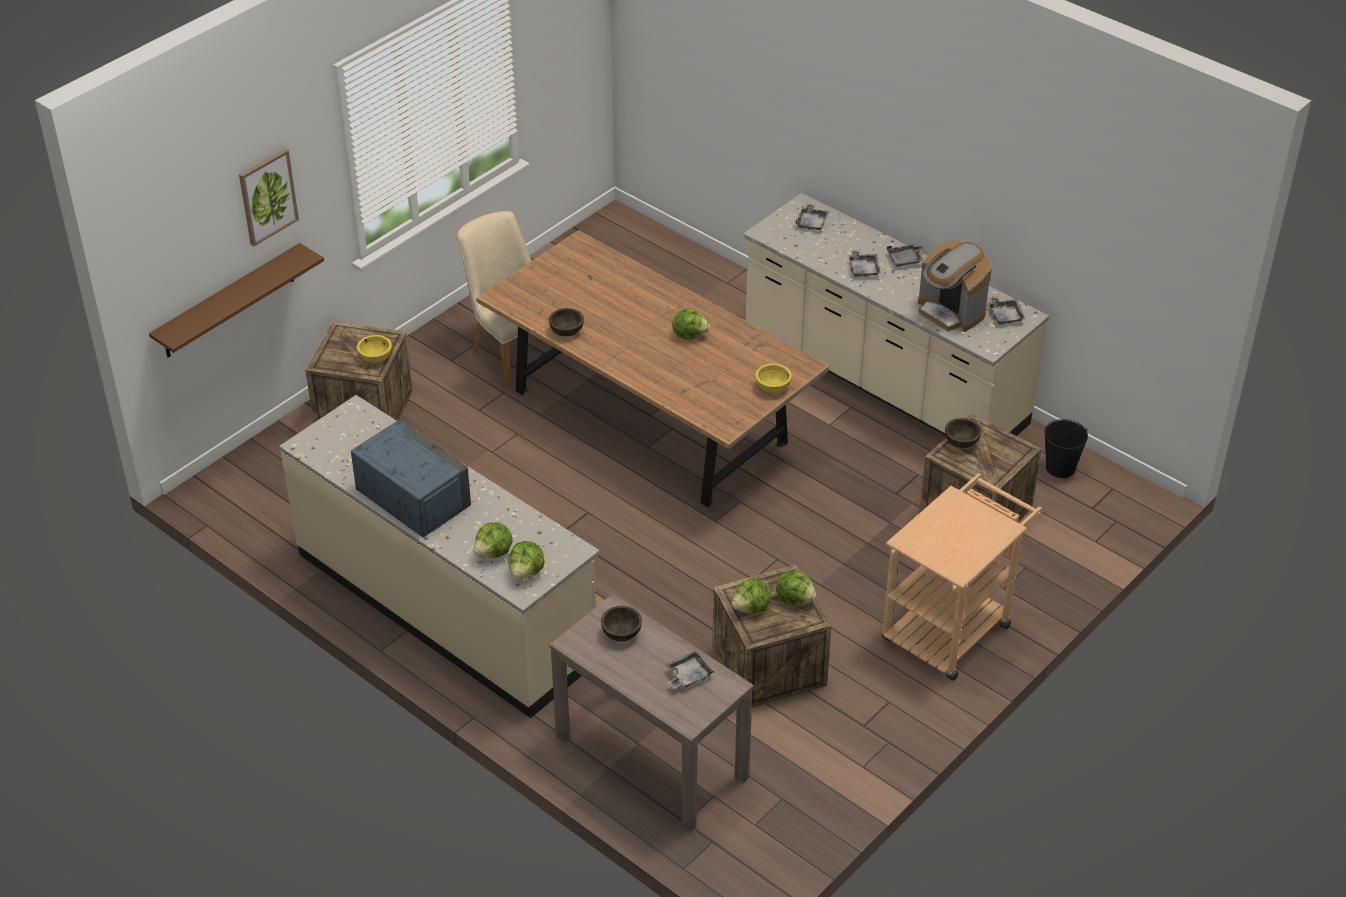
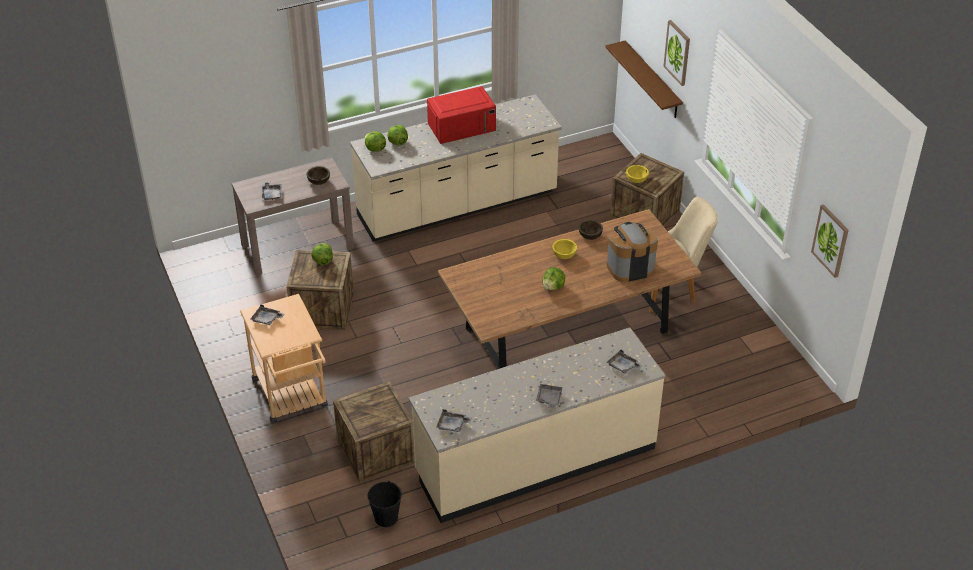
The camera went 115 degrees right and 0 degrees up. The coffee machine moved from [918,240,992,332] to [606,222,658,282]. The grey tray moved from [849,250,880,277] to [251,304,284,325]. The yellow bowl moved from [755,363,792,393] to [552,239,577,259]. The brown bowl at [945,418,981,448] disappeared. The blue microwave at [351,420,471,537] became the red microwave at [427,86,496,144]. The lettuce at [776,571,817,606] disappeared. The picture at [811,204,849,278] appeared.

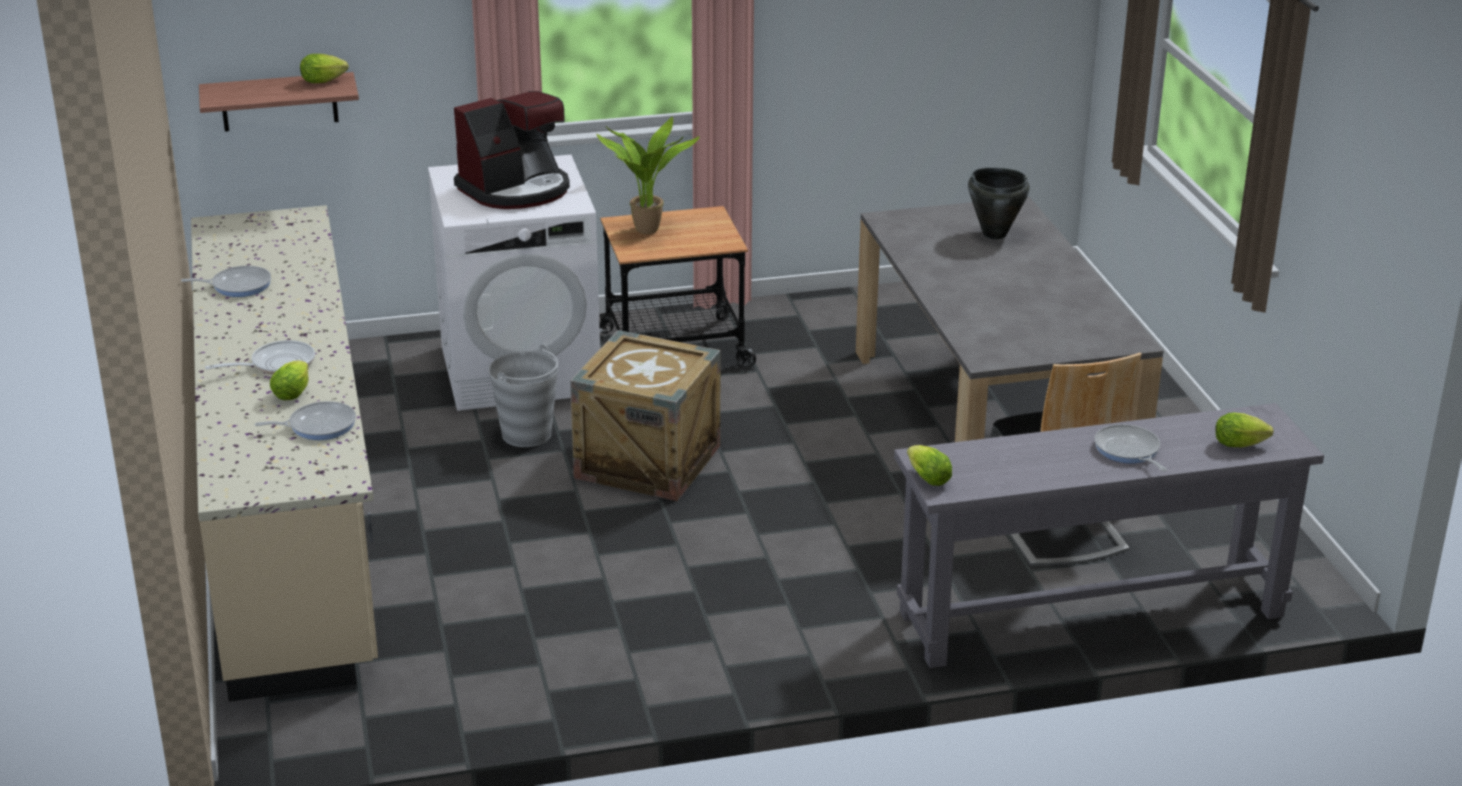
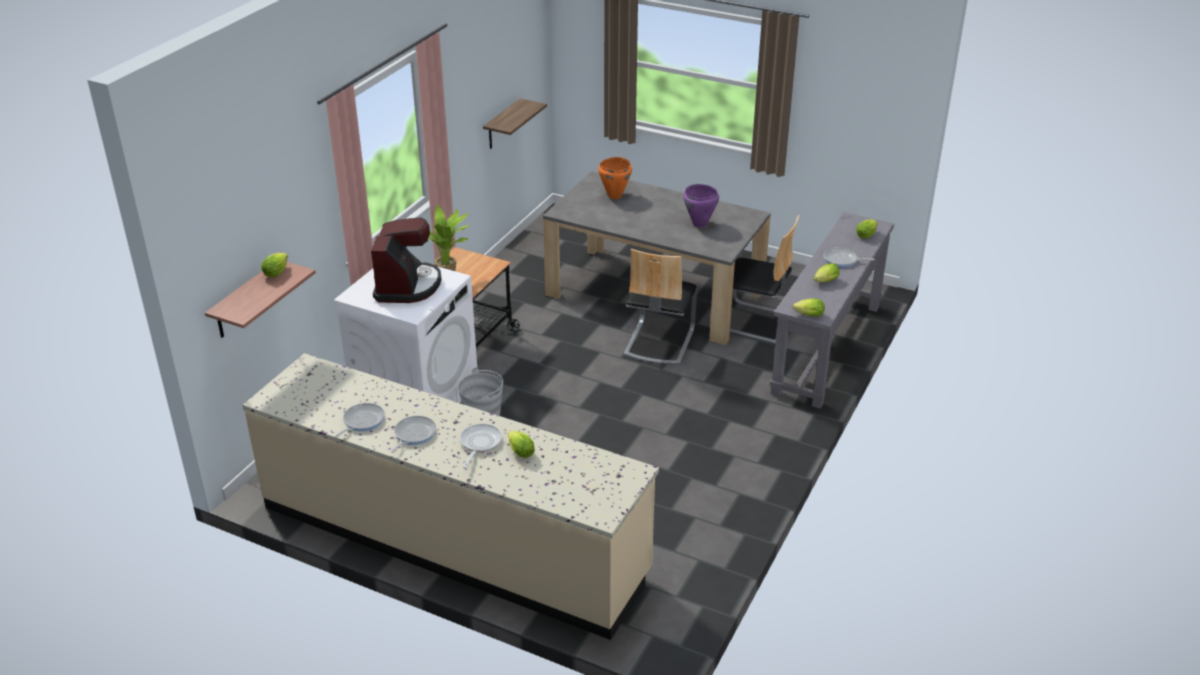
The camera went 50 degrees left and 5 degrees up. The black cooking pot at [968,168,1030,239] became the orange cooking pot at [598,157,632,199]. The crate at [570,330,720,501] disappeared. The frying pan moved from [255,401,356,440] to [391,416,436,453]. The shelf at [483,98,547,149] appeared. The purple cooking pot at [683,184,719,227] appeared. The chair at [624,249,697,364] appeared. The lettuce at [814,263,840,282] appeared.

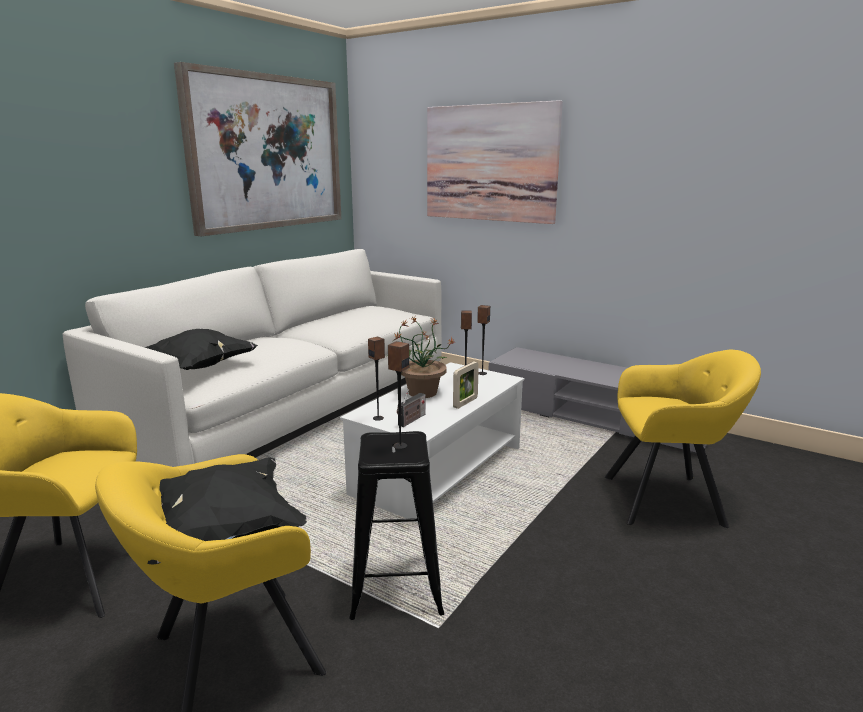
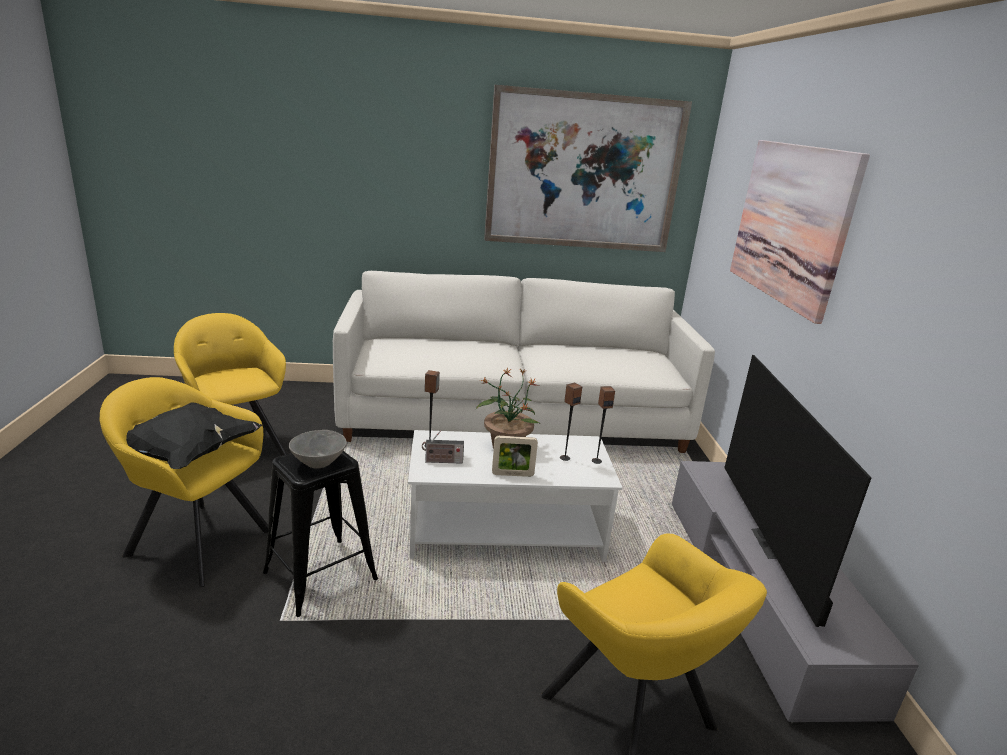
The camera went 50 degrees right and 5 degrees up. The black pillow at [144,329,258,370] disappeared. The speaker at [388,341,409,449] was replaced by the grey bowl at [289,430,347,468]. The television at [724,355,872,627] appeared.

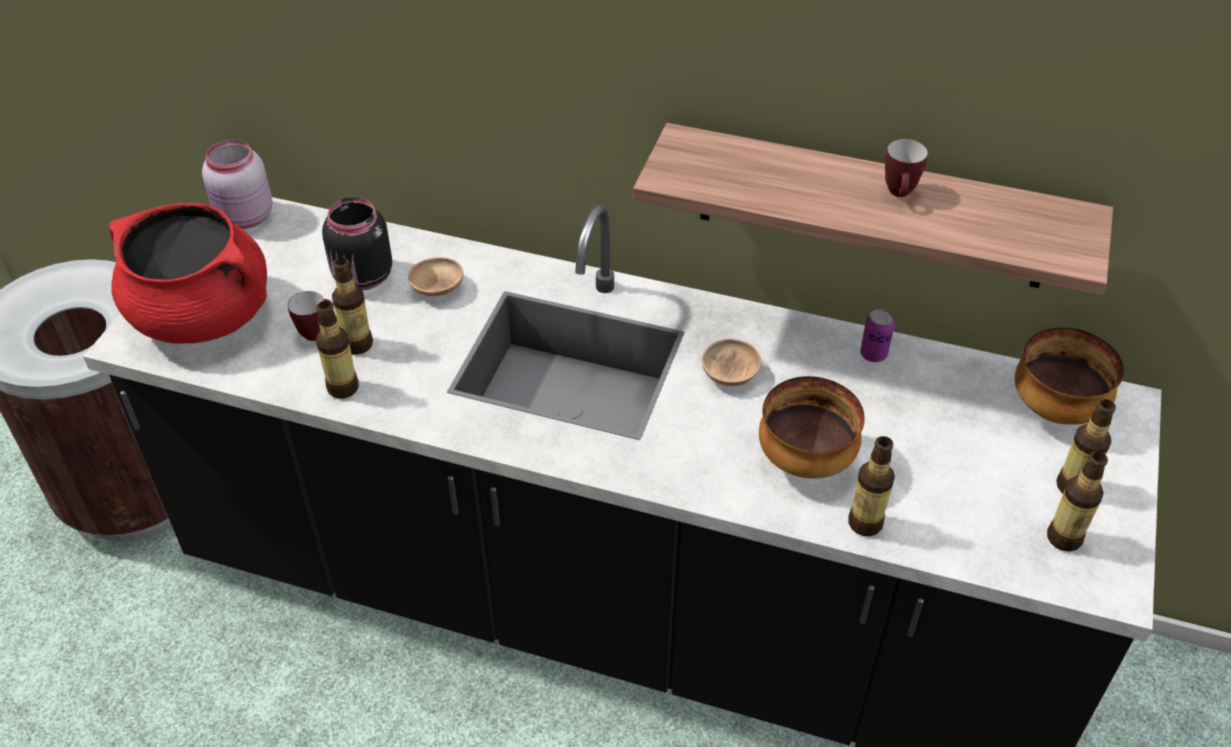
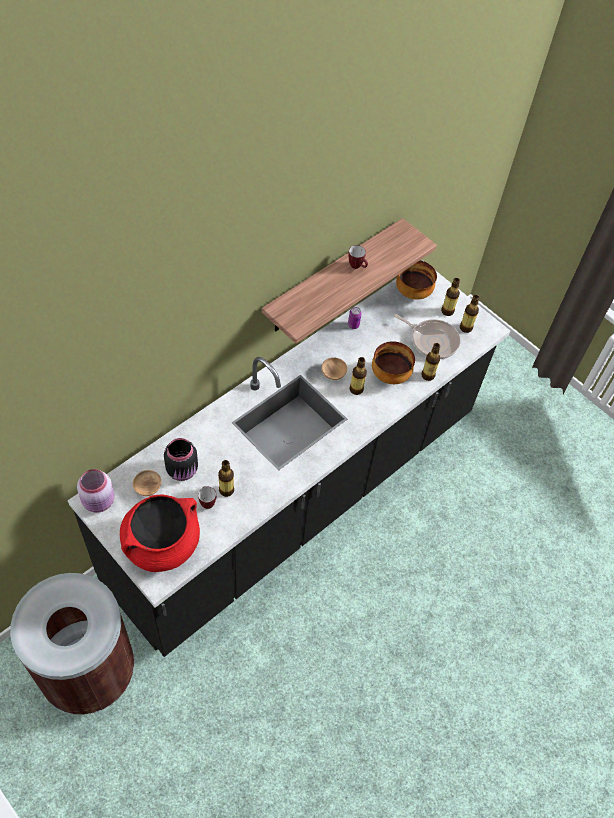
The camera went 65 degrees left and 10 degrees up. The brown bowl moved from [408,257,464,296] to [133,470,161,496]. The bottle moved from [316,301,359,399] to [350,357,367,395]. The frying pan at [394,314,461,359] appeared.

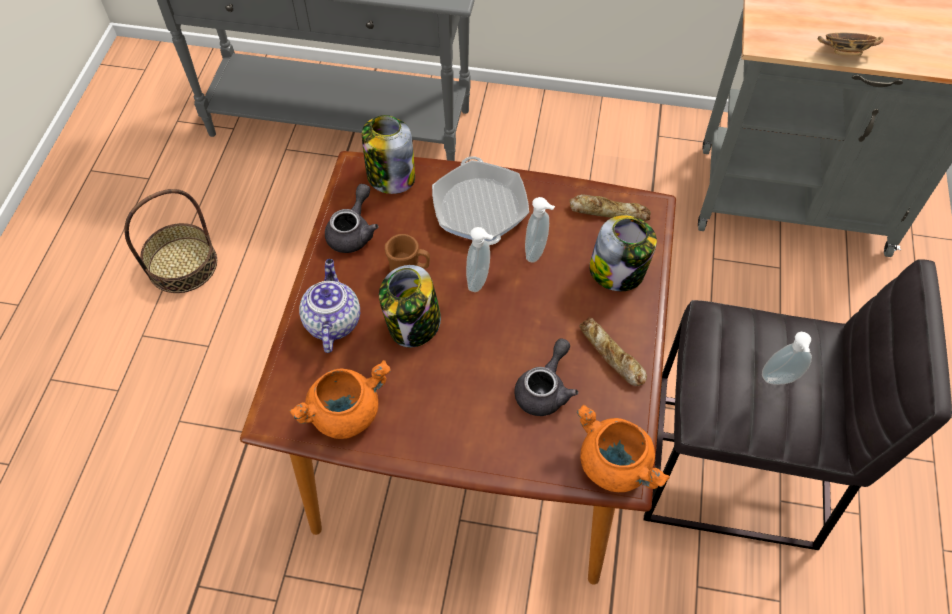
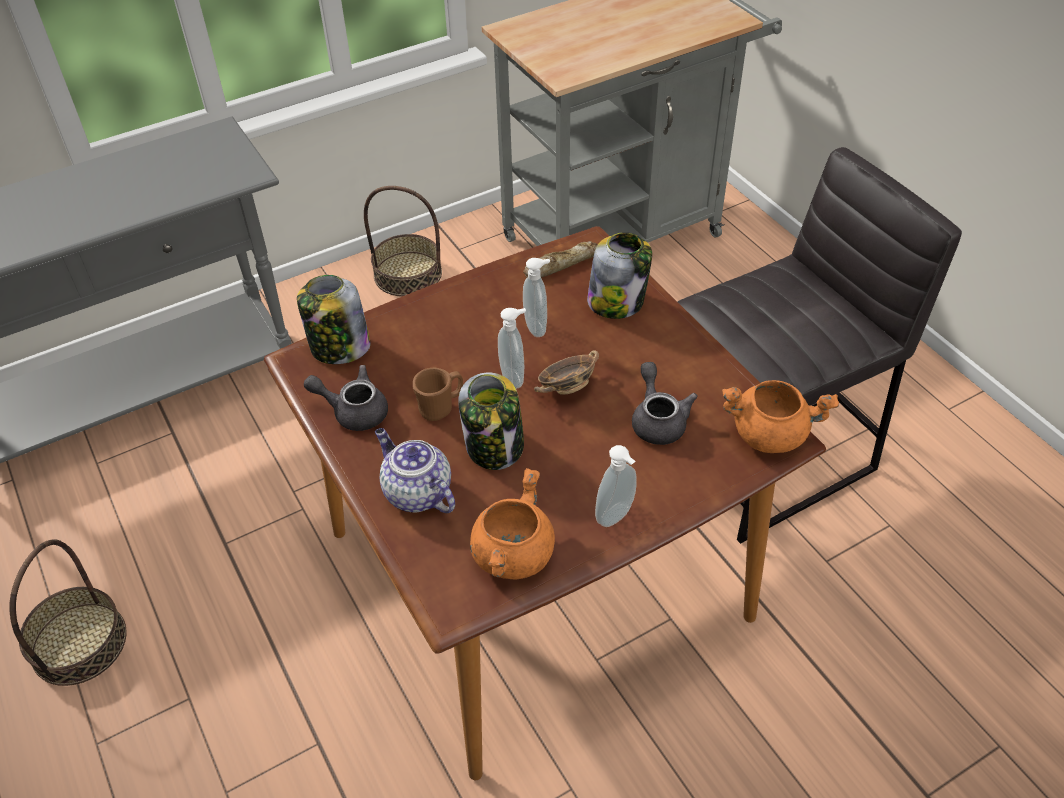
The camera went 40 degrees left and 10 degrees down. The bowl moved from [818,33,884,56] to [534,350,599,395]. The frying pan at [432,157,529,245] disappeared. The grey teapot at [325,184,379,253] turned 60 degrees counterclockwise. The bread at [579,317,647,386] disappeared. The soap dispenser moved from [762,332,812,385] to [595,445,637,527]. The basket at [364,186,442,297] appeared.

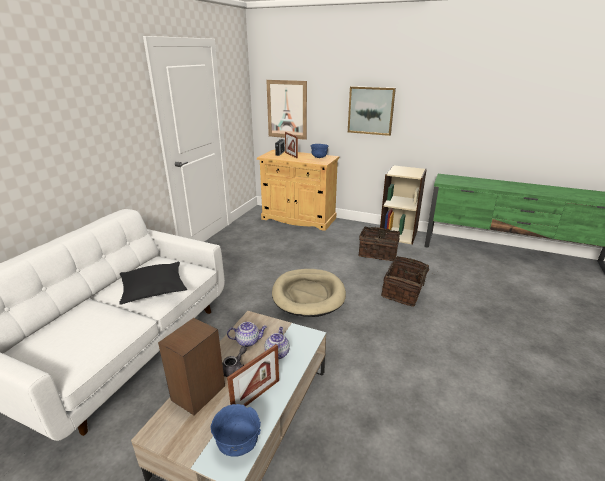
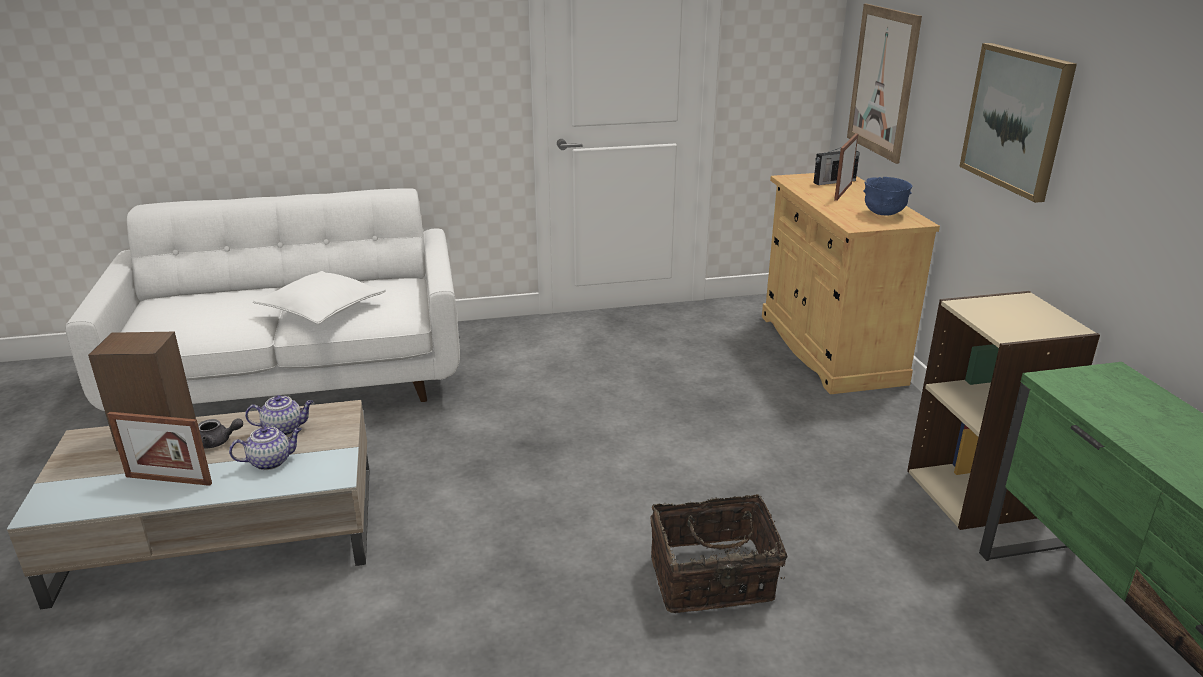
The camera went 55 degrees right and 0 degrees up. The basket at [358,227,400,261] disappeared. The black pillow at [119,262,187,305] became the white pillow at [253,271,386,324]. The beige dog bed at [272,269,346,317] disappeared. The teapot at [227,322,267,347] turned 60 degrees counterclockwise. The blue bowl at [211,404,261,457] disappeared.

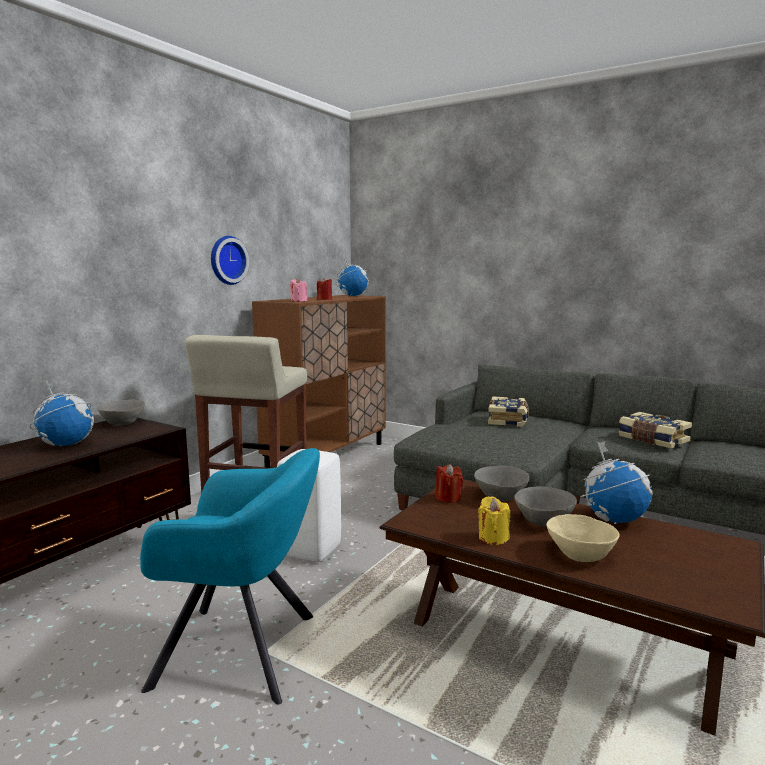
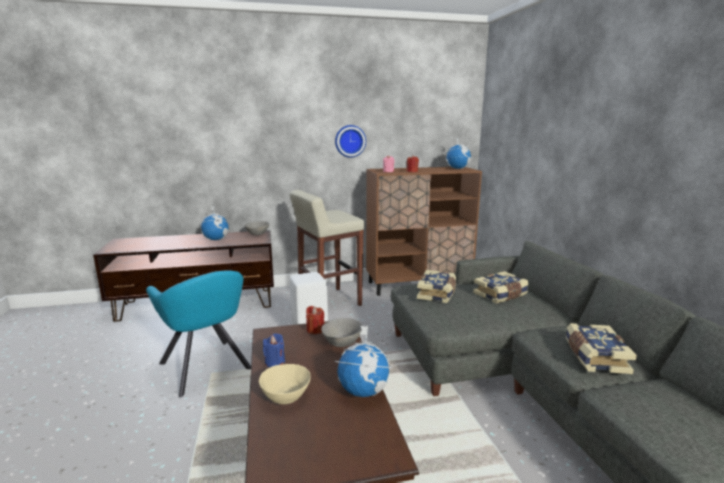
The camera went 45 degrees right and 5 degrees up. The grey bowl at [514,486,577,527] disappeared. The yellow candle at [478,497,510,545] became the blue candle at [263,333,285,367]. The book at [417,270,456,303] appeared.

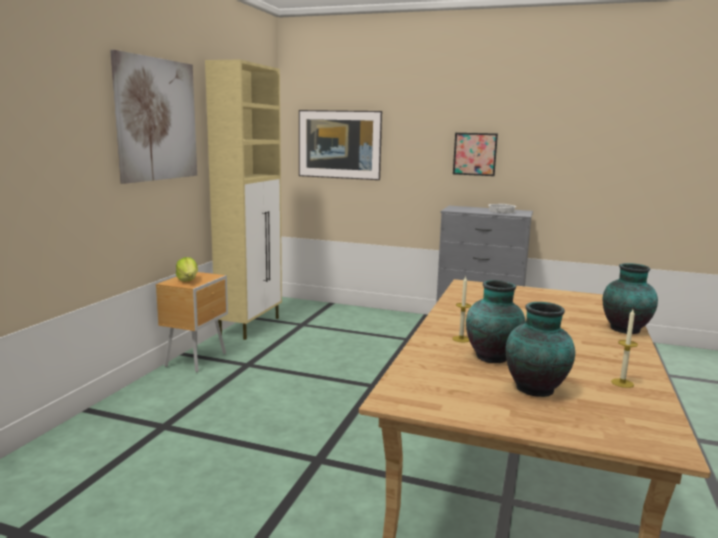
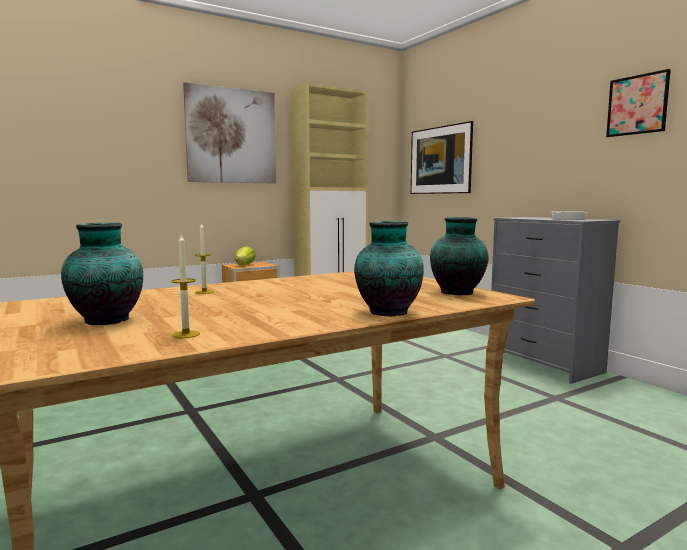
The camera went 40 degrees right and 5 degrees down. The picture moved from [453,133,498,176] to [606,69,671,137]. The vase moved from [466,280,526,363] to [430,217,488,295].

